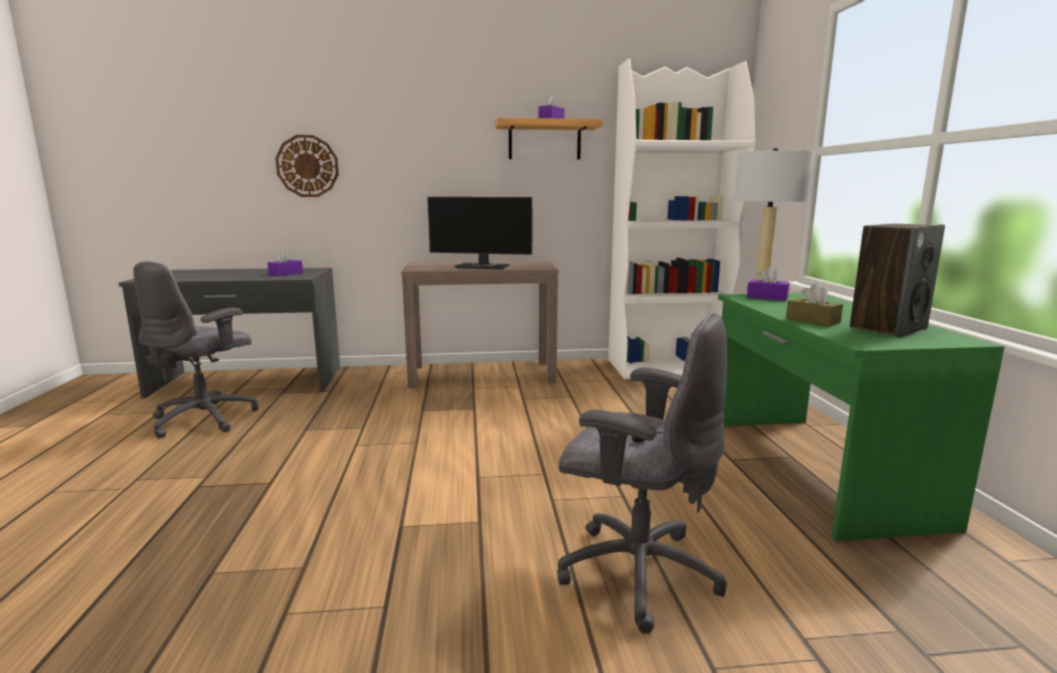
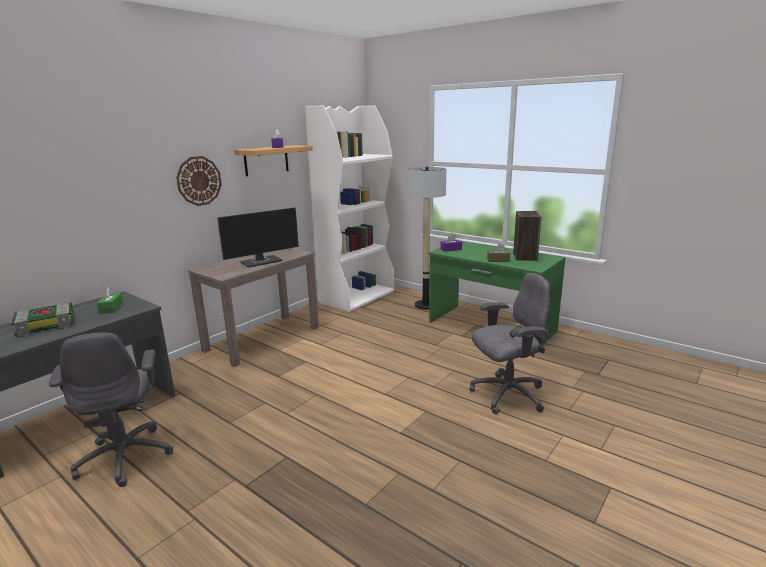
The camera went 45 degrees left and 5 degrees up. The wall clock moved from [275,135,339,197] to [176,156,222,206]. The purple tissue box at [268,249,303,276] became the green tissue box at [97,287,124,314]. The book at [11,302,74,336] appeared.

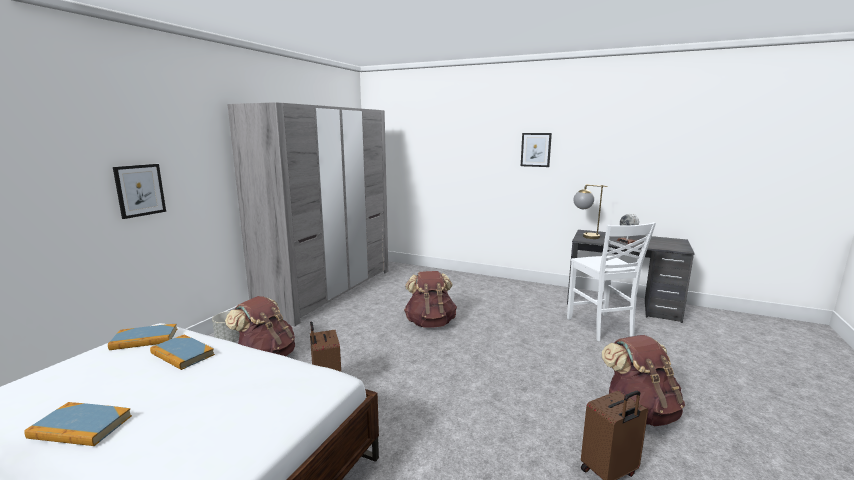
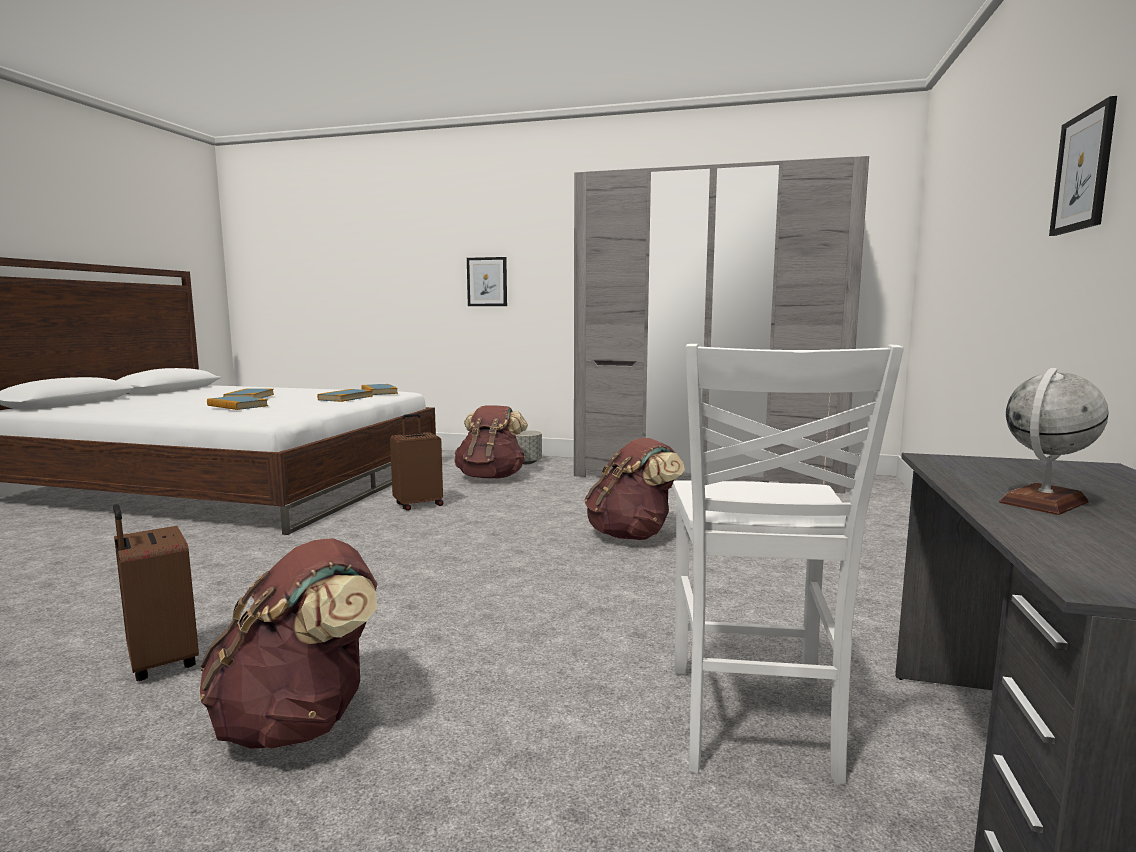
The camera went 80 degrees right and 5 degrees down. The table lamp at [574,184,608,239] disappeared. The white chair at [567,222,656,341] turned 60 degrees counterclockwise. The book at [207,396,268,410] appeared.

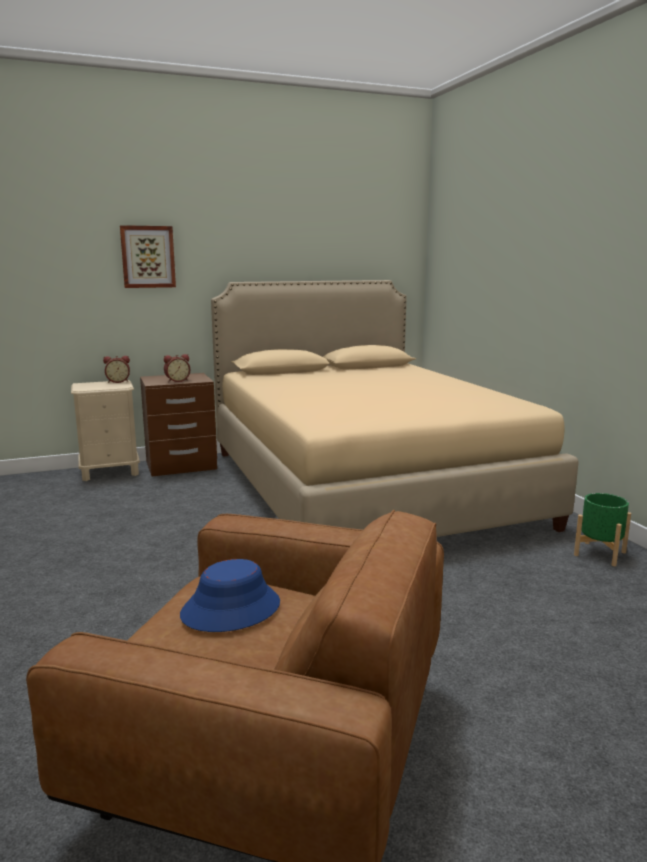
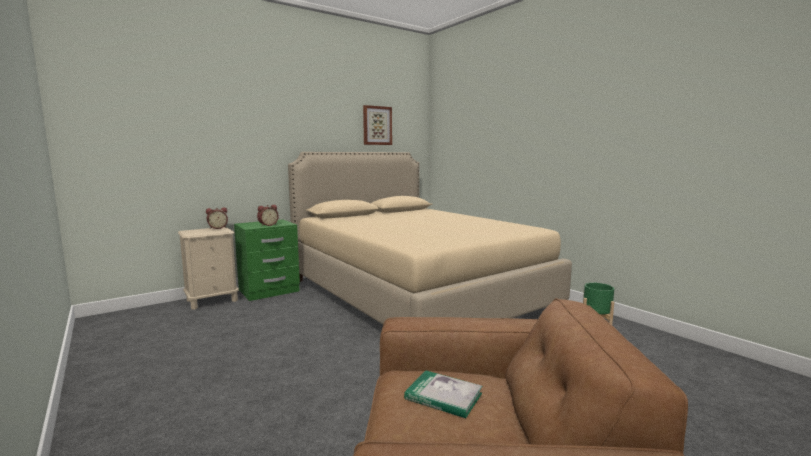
The camera went 15 degrees left and 5 degrees down. The picture moved from [120,225,176,288] to [363,105,392,145]. The brown nightstand at [140,373,217,476] became the green nightstand at [234,219,300,301]. The blue hat at [180,559,280,632] was replaced by the book at [404,371,482,418].

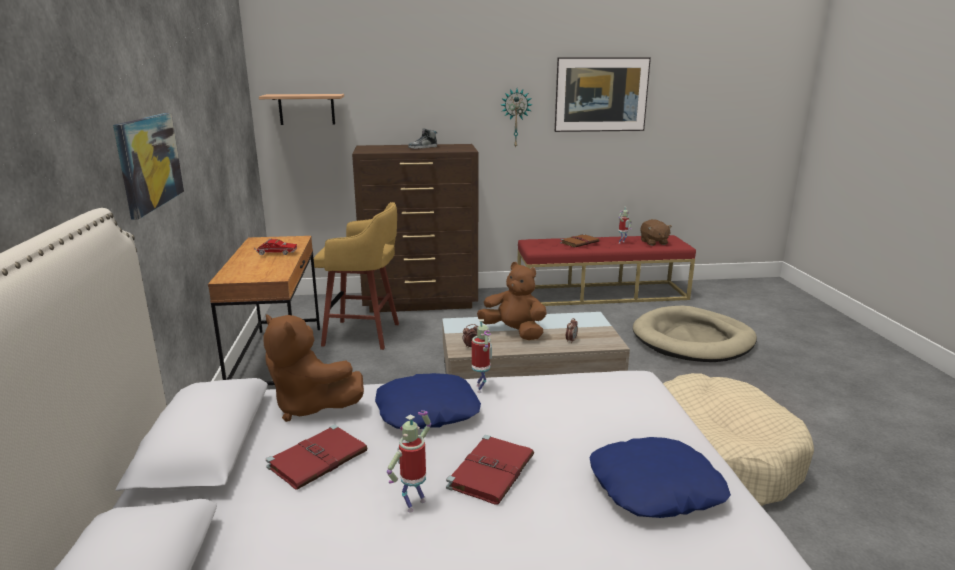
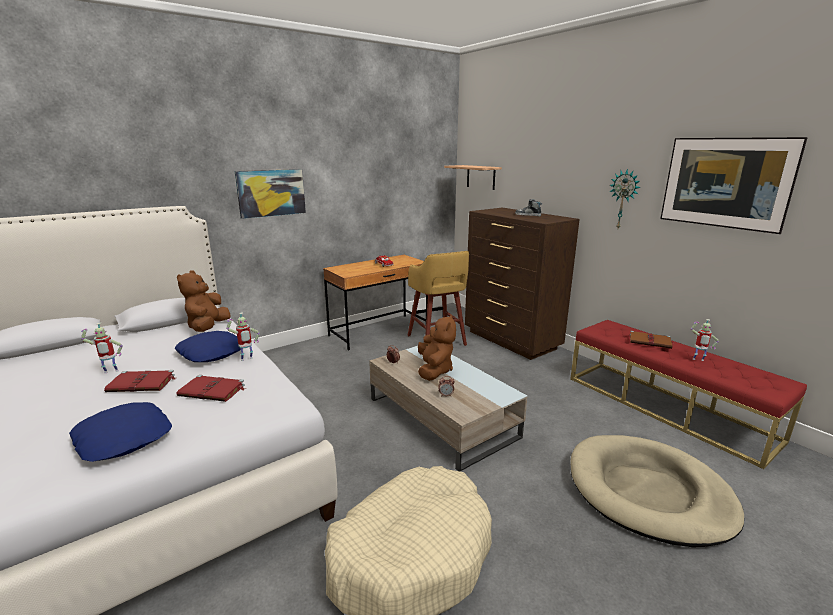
The camera went 60 degrees right and 0 degrees up. The brown plush toy at [640,219,672,246] disappeared. The toy robot at [387,410,431,512] turned 150 degrees clockwise. The red book moved from [266,425,367,490] to [177,375,245,402].

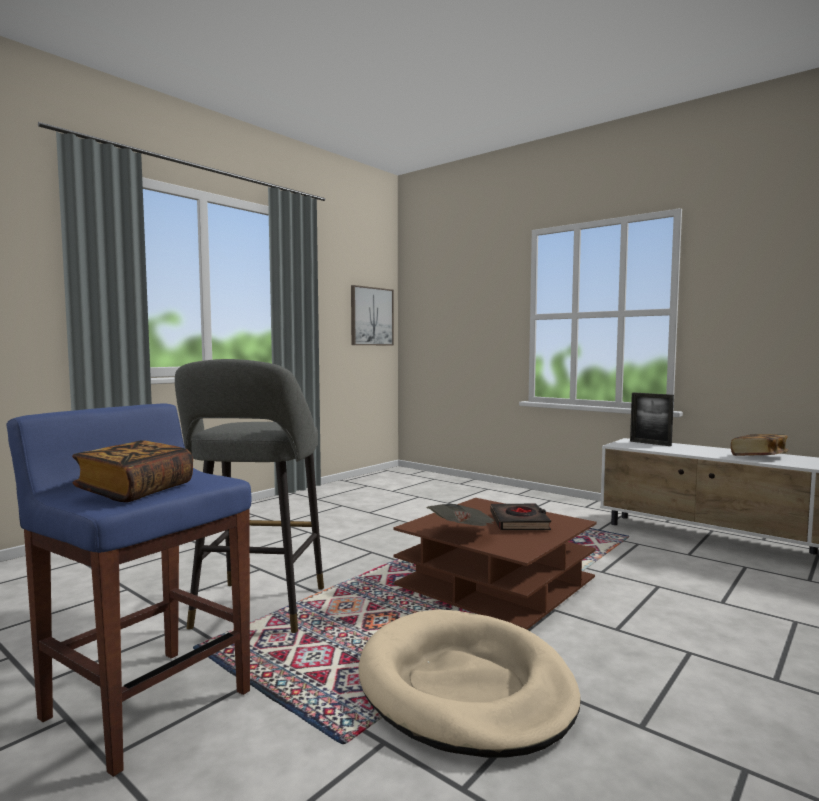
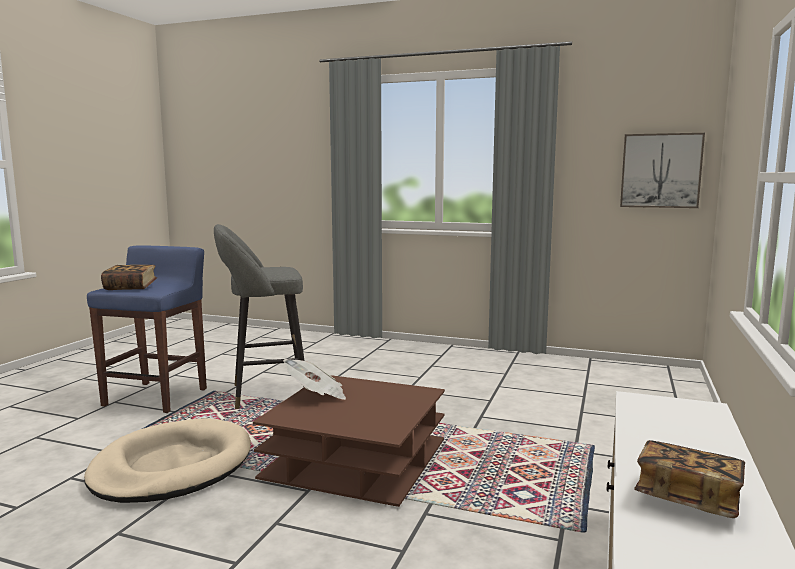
The camera went 70 degrees right and 5 degrees up. The picture frame at [630,392,674,446] disappeared. The black book at [490,504,551,530] disappeared.

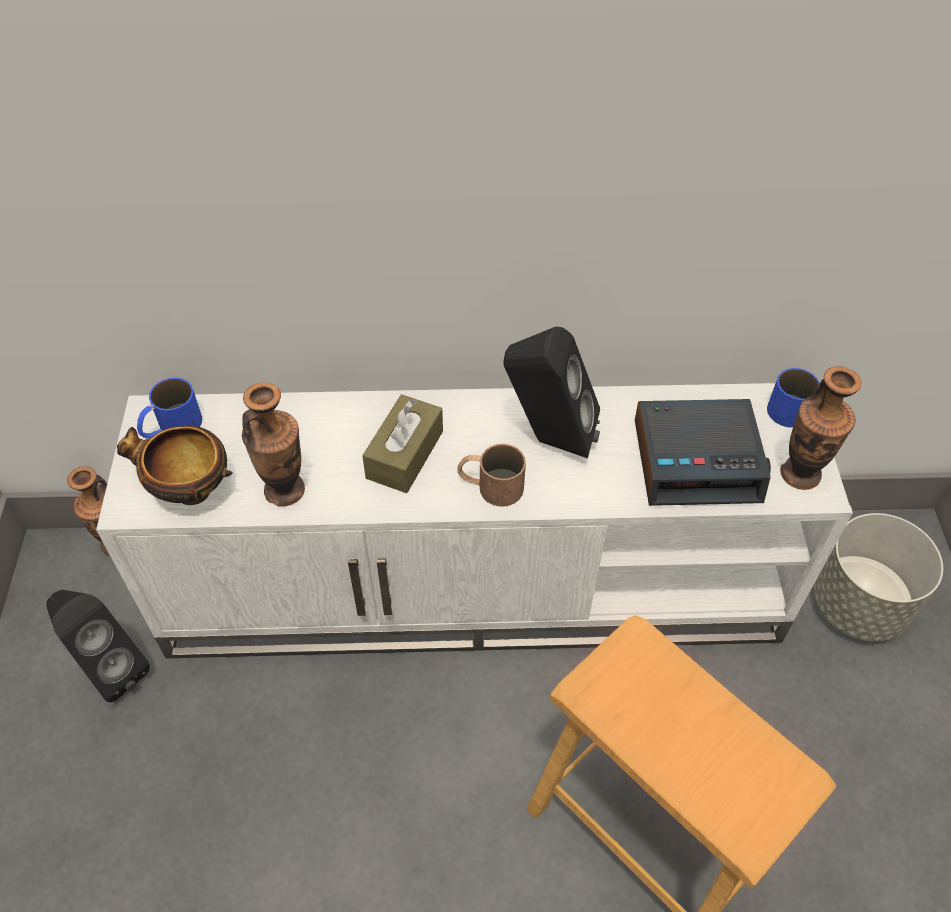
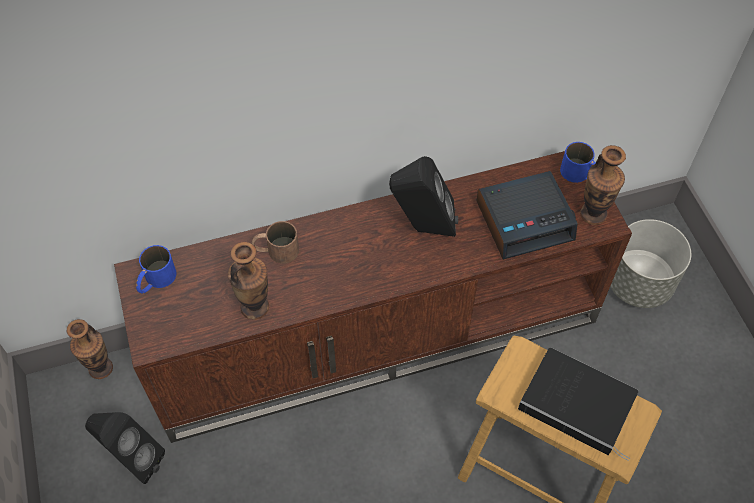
The camera went 15 degrees left and 5 degrees up. The white tv stand at [96,383,853,658] became the brown tv stand at [114,151,632,443]. The brown tissue box at [362,394,443,493] disappeared. The bowl at [117,426,232,505] disappeared. The brown mug moved from [457,444,526,507] to [251,221,299,264]. The book at [518,348,638,461] appeared.

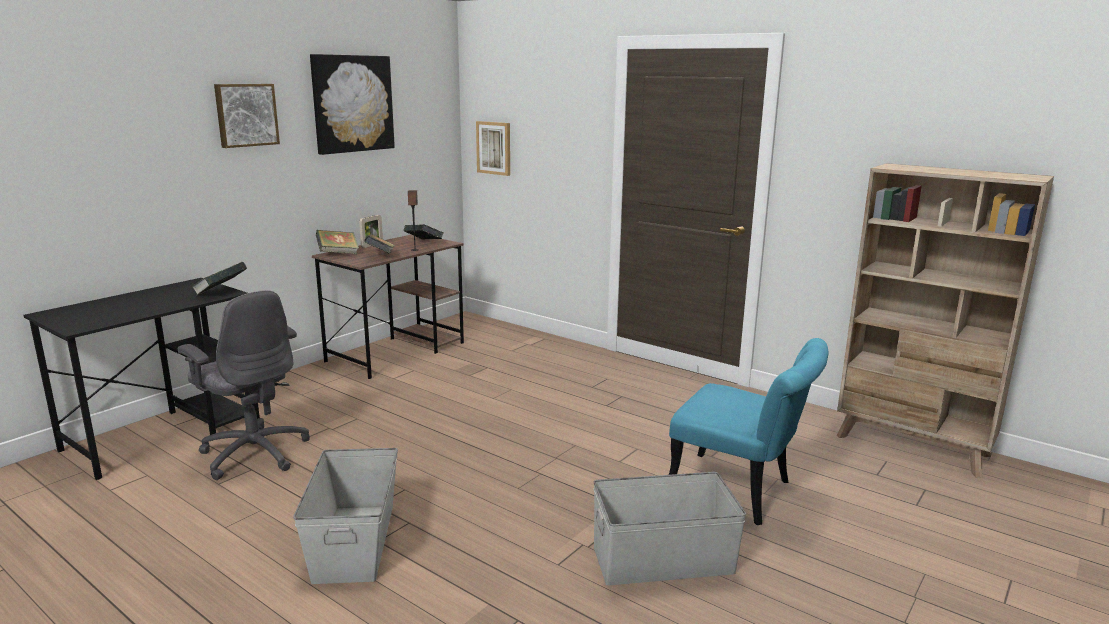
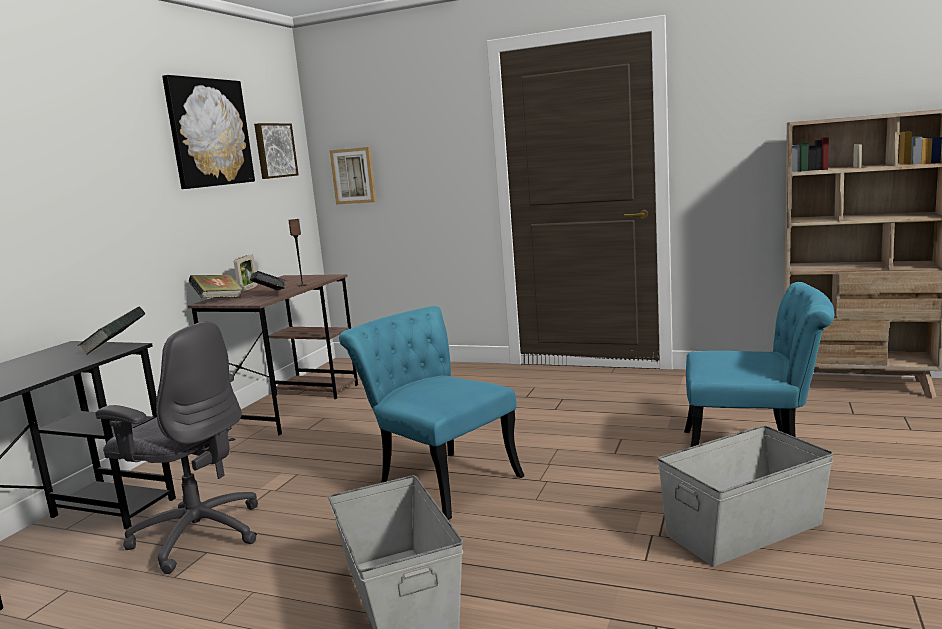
The camera went 15 degrees left and 5 degrees down. The picture moved from [214,84,280,148] to [254,123,299,179]. The book at [404,224,443,240] disappeared. The turquoise chair at [339,306,525,520] appeared.

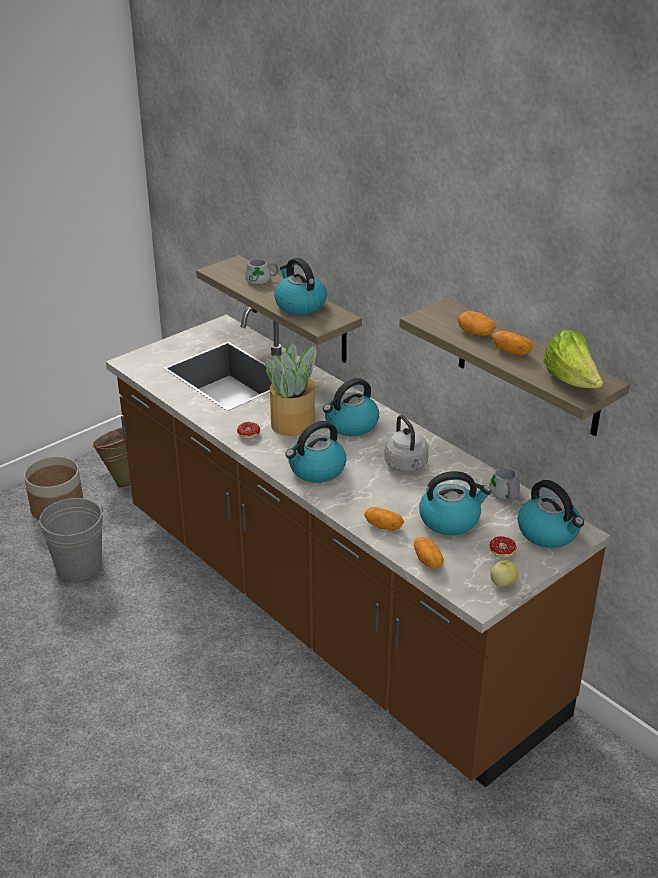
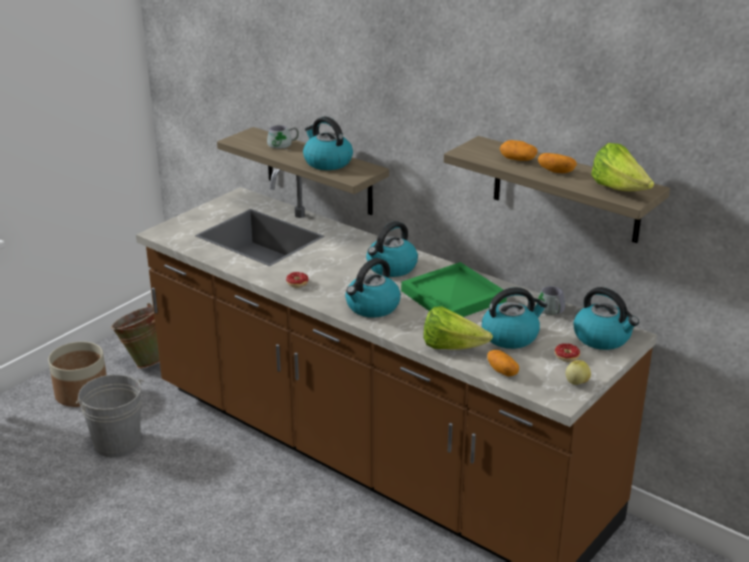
The camera went 10 degrees left and 5 degrees down. The potted plant at [265,343,316,436] disappeared. The grey kettle at [384,415,429,472] was replaced by the green tray at [401,262,507,317]. The potato at [364,507,404,530] was replaced by the lettuce at [423,306,493,350].

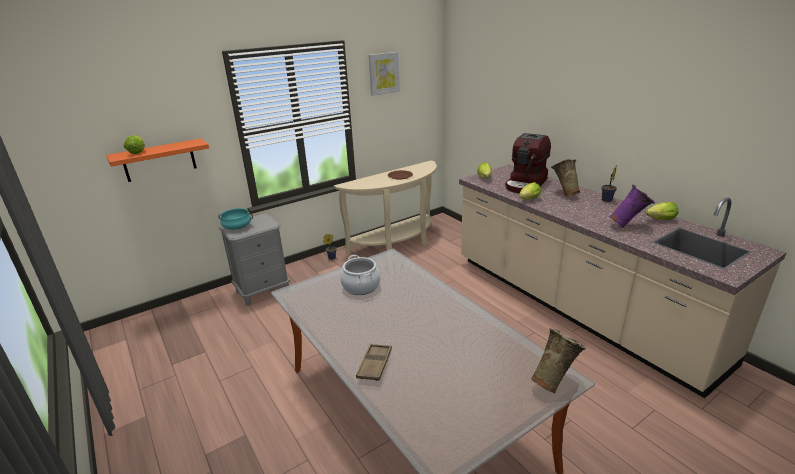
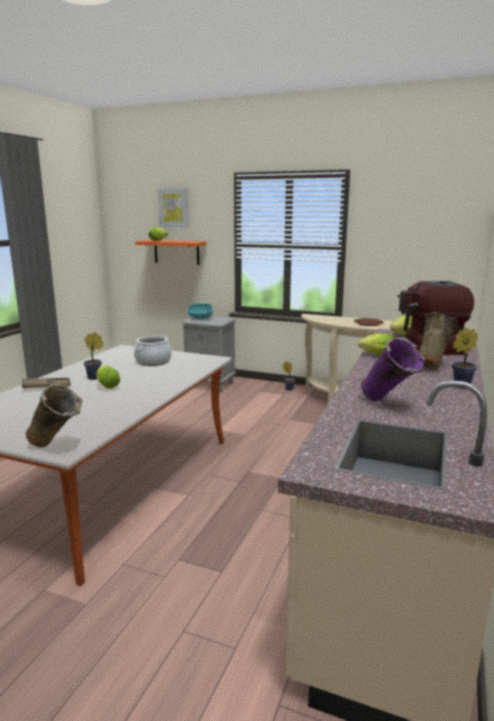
The camera went 55 degrees right and 10 degrees down. The picture moved from [369,52,400,96] to [158,188,189,227]. The lettuce moved from [645,202,679,220] to [96,366,120,389]. The potted plant at [84,332,103,380] appeared.

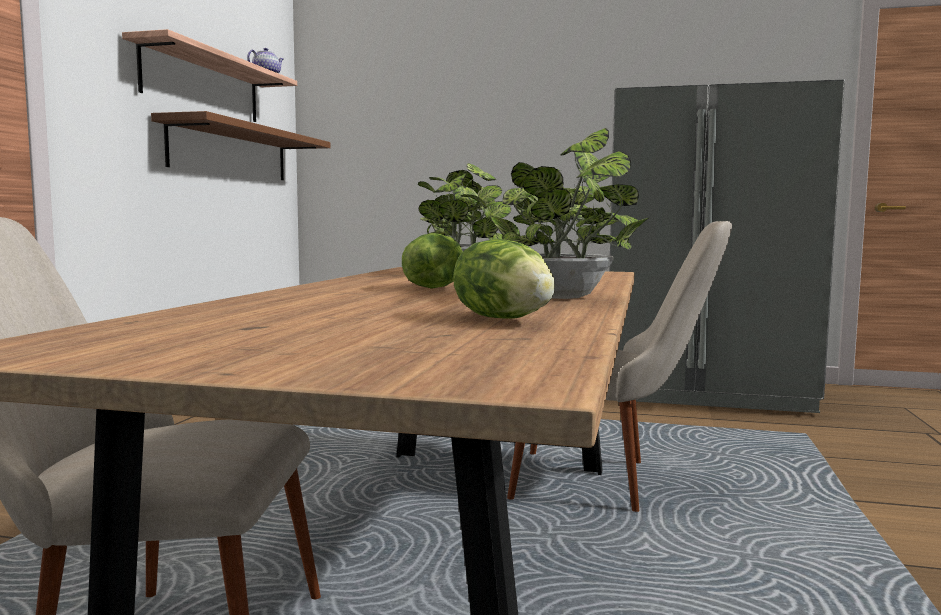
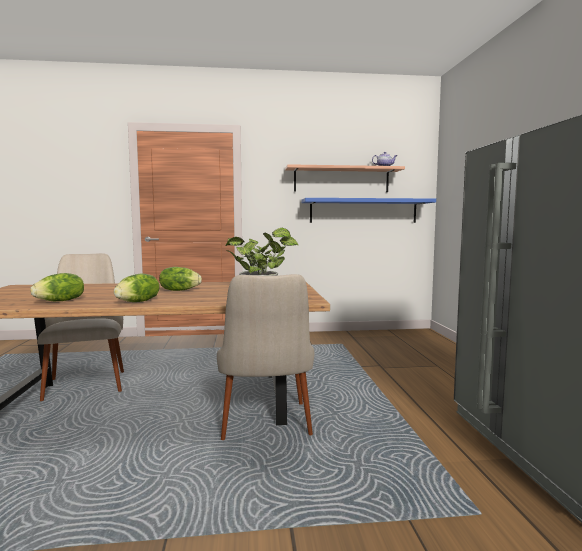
The camera went 70 degrees right and 0 degrees up. The brown shelf at [151,111,331,180] became the blue shelf at [301,198,436,223]. The potted plant at [490,128,648,299] was replaced by the lettuce at [114,273,160,302].

